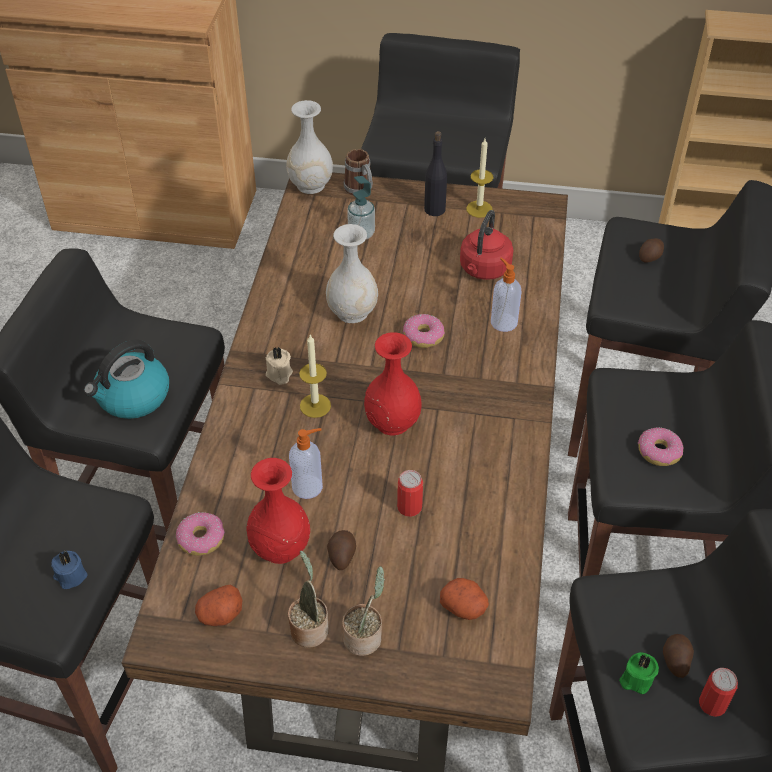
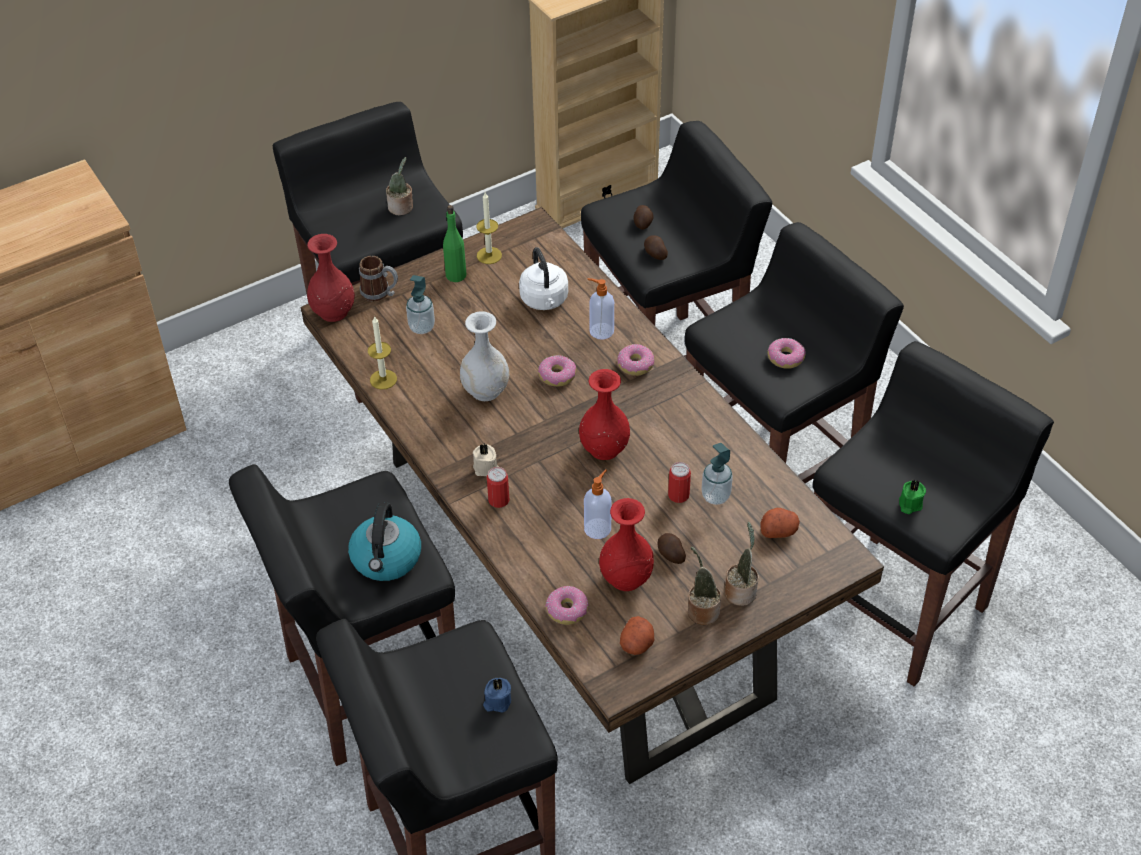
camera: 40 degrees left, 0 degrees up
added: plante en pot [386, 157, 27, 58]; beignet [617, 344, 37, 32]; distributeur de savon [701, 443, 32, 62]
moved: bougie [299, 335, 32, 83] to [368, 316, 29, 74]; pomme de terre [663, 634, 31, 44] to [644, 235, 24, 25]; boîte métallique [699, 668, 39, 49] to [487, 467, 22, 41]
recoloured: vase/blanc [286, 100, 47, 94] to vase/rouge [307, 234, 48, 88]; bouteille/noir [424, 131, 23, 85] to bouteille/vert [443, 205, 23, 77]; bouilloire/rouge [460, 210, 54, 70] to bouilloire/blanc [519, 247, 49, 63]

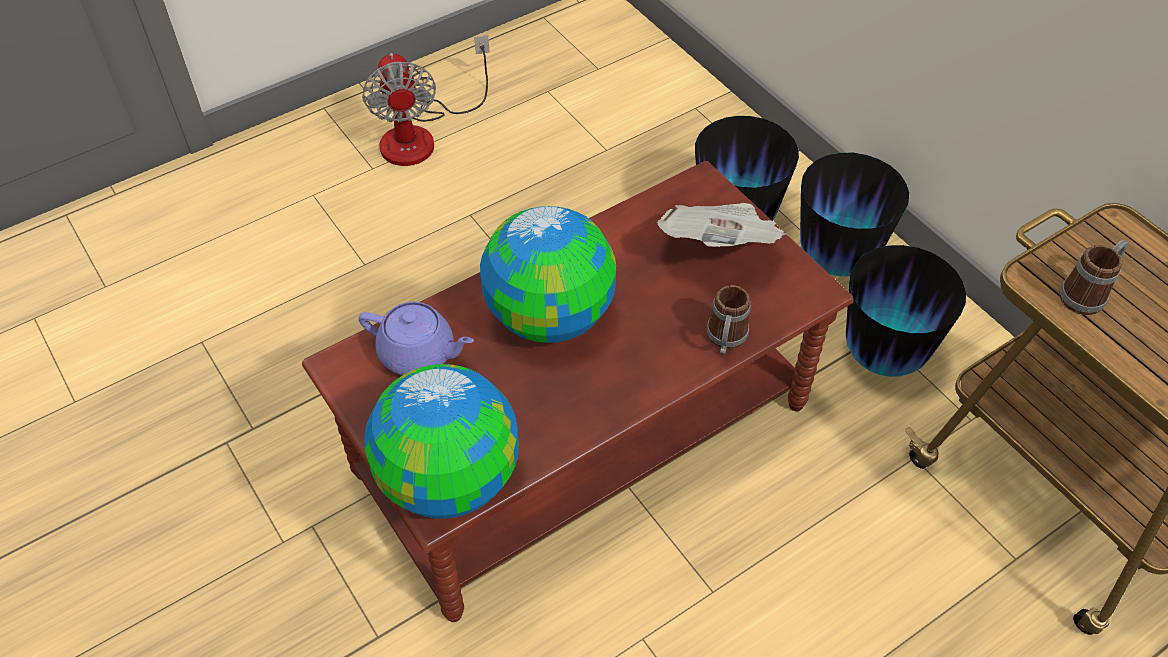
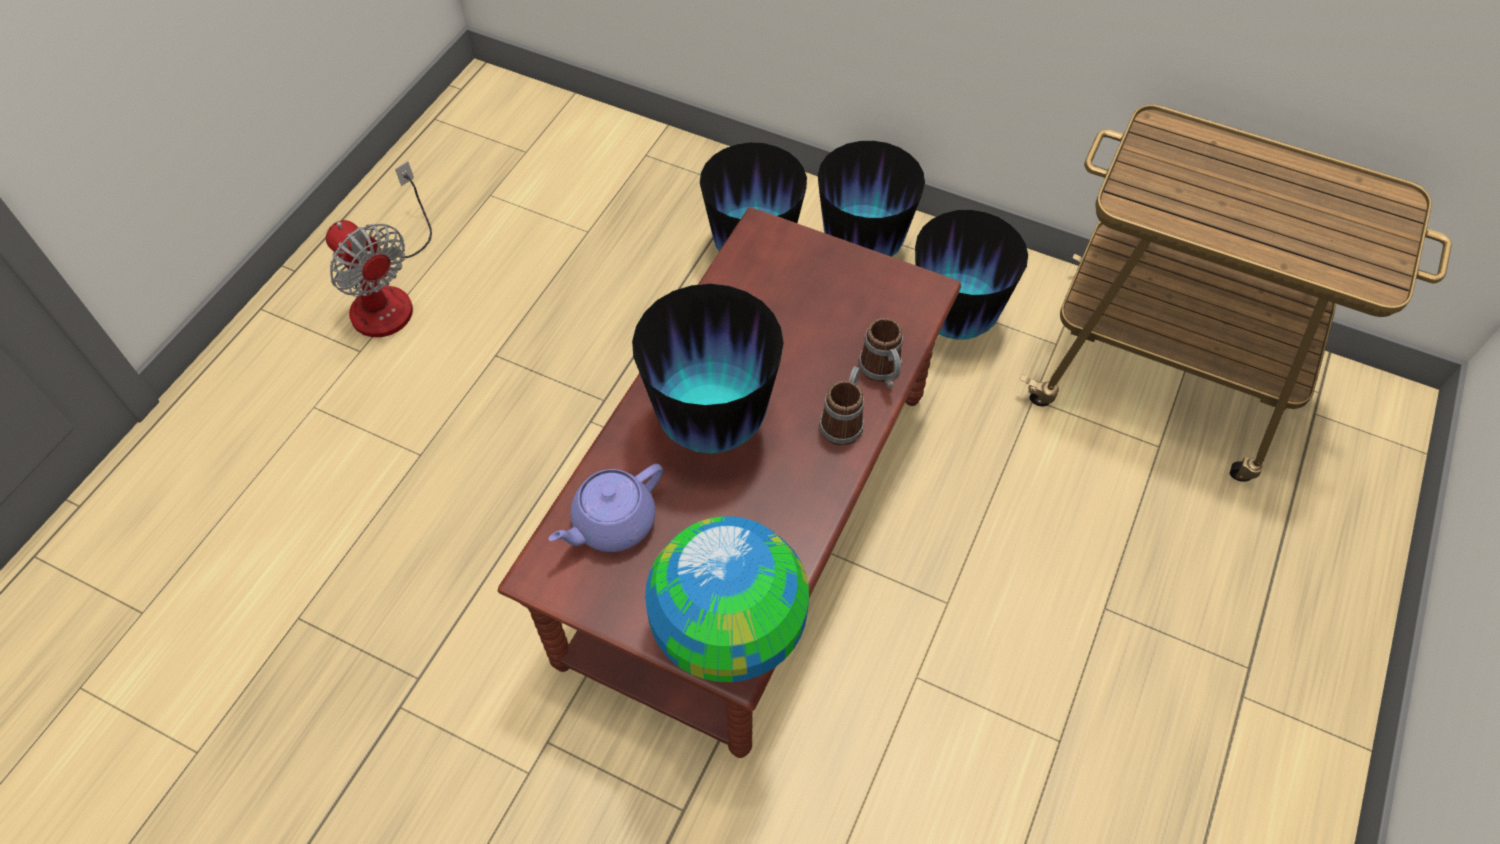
camera: 30 degrees left, 5 degrees up
removed: journal [657, 203, 129, 44]
moved: mug [1059, 239, 70, 76] to [819, 366, 45, 80]
replaced: globe [480, 206, 136, 137] to vase [632, 284, 152, 170]
turned: théière/violet [359, 302, 115, 73] = [549, 464, 114, 88] 150 degrees clockwise

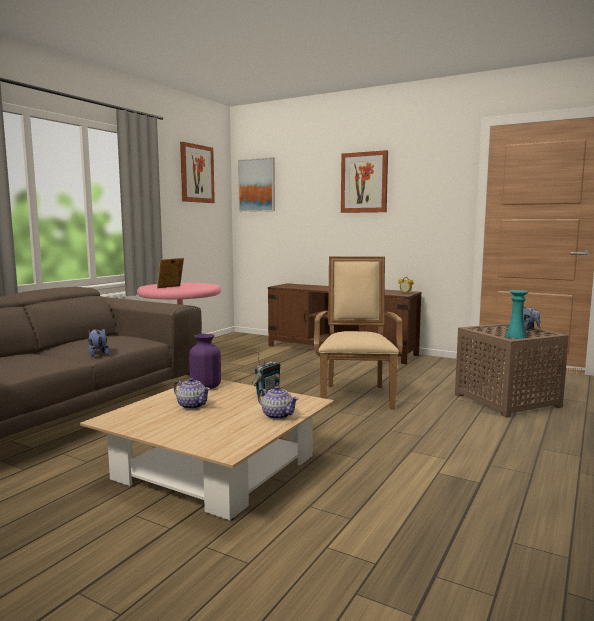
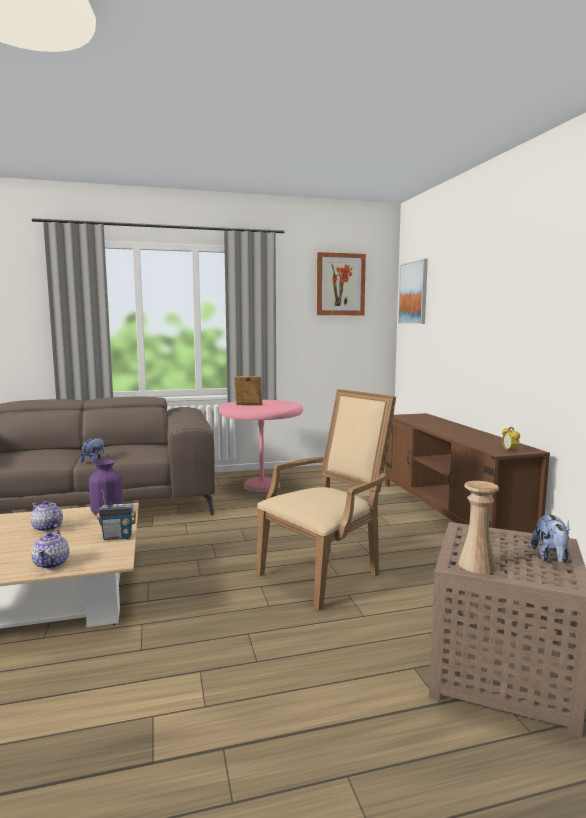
camera: 45 degrees right, 0 degrees up
removed: tableau [341, 150, 47, 63]
recoloured: vase/turquoise [506, 290, 23, 49] to vase/beige [458, 481, 41, 93]
turned: théière [174, 378, 36, 31] = [31, 500, 32, 32] 135 degrees clockwise

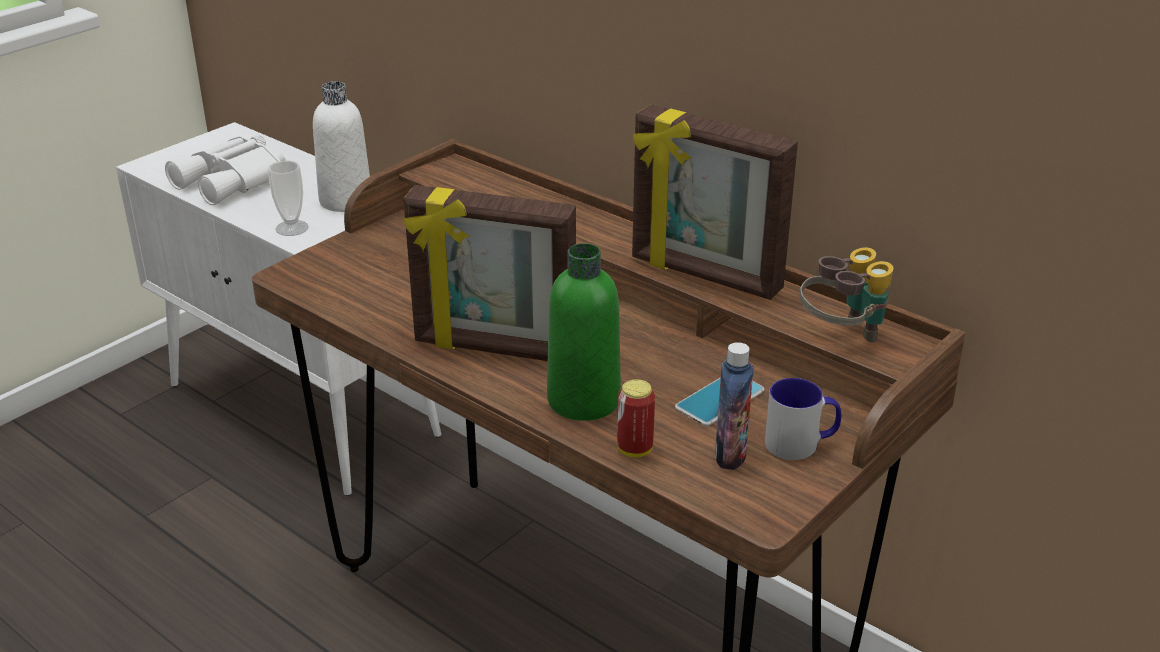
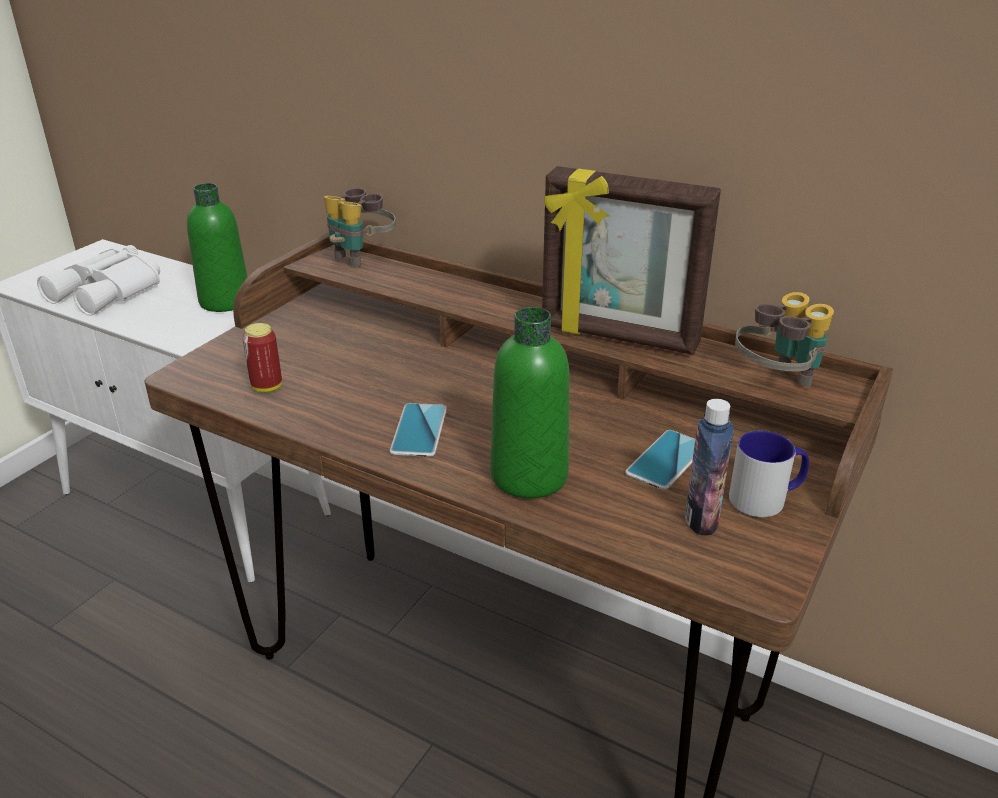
camera: 10 degrees left, 0 degrees up
removed: tasse [268, 161, 41, 75]
added: jumelles [324, 188, 72, 79]
moved: boîte métallique [617, 379, 38, 78] to [243, 323, 39, 69]
replaced: cadre photo [403, 185, 173, 176] to téléphone [390, 403, 57, 54]
recoloured: bouteille/blanc [313, 81, 57, 131] to bouteille/vert [187, 183, 61, 129]

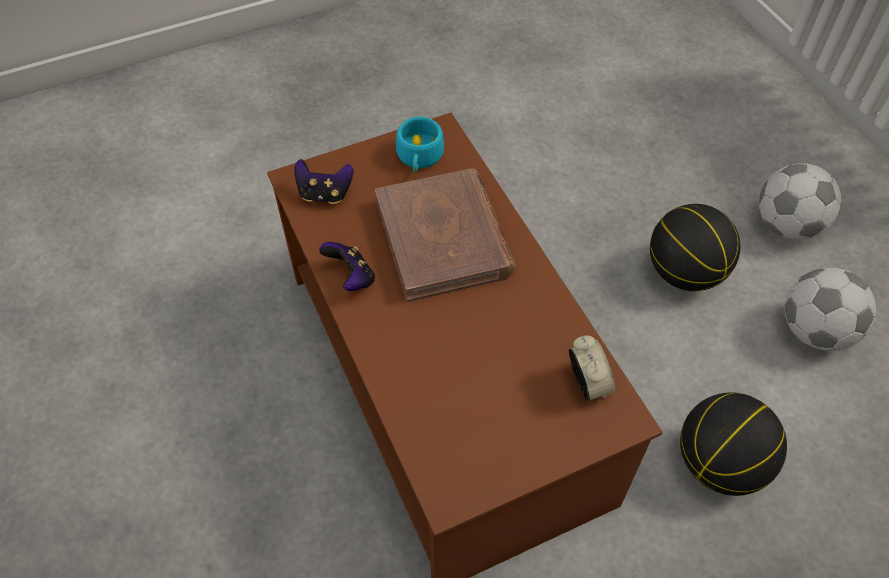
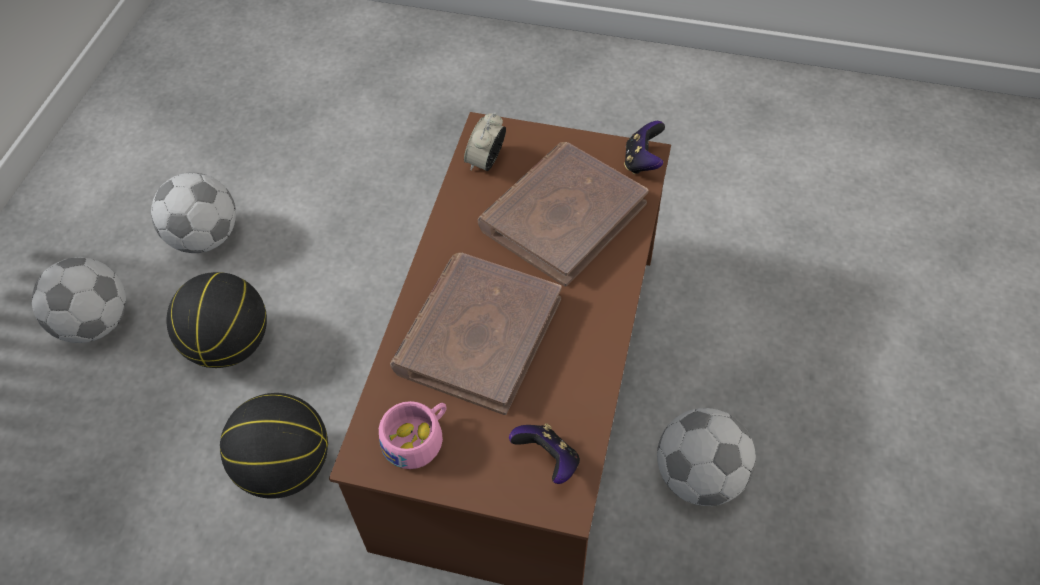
camera: 140 degrees left, 0 degrees up
added: livre/marron [478, 142, 171, 145]; ballon de foot [657, 408, 99, 98]
moved: manette [319, 242, 56, 49] to [624, 121, 41, 53]; ballon de basket [680, 392, 107, 104] to [220, 393, 108, 106]
recoloured: tasse/turquoise [396, 117, 48, 55] to tasse/rose [379, 401, 68, 68]

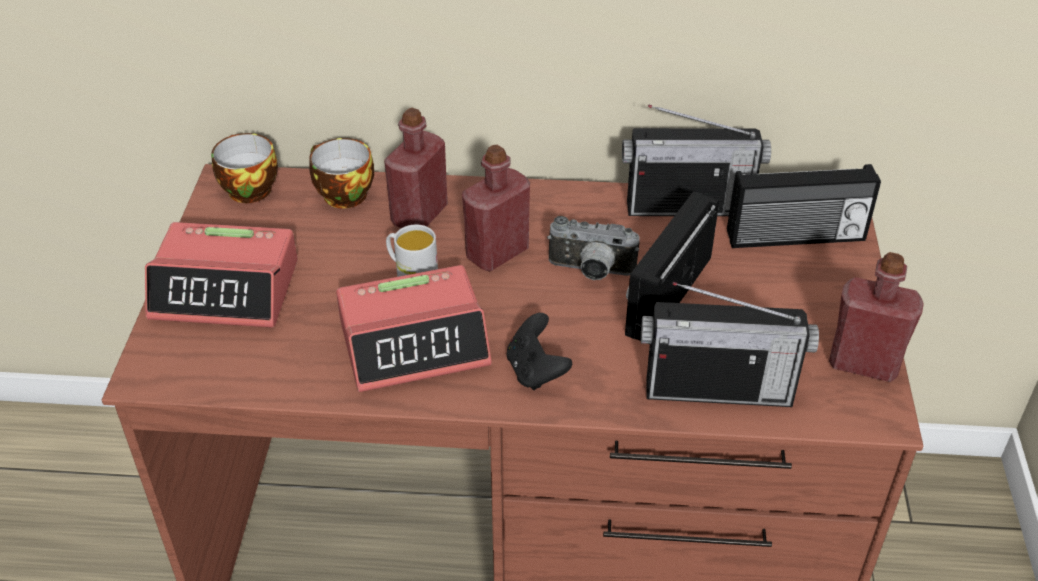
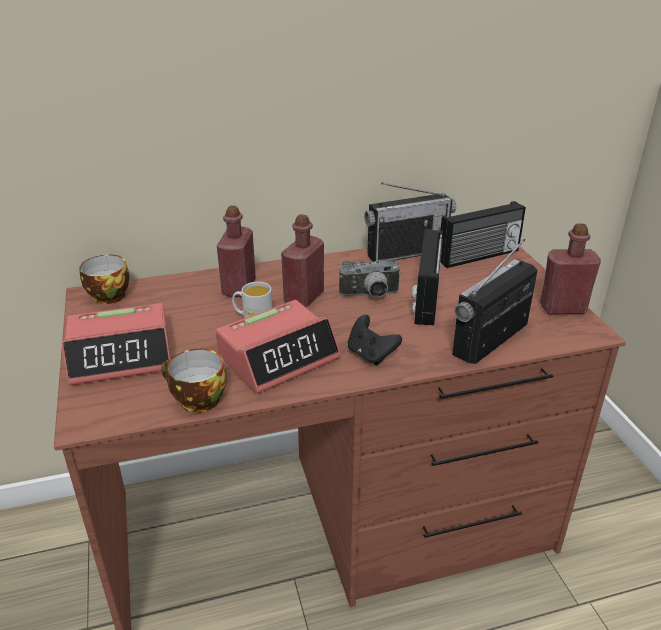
camera: 20 degrees left, 10 degrees down
moved: tasse [309, 138, 65, 70] to [161, 349, 66, 64]
turned: radio [641, 282, 178, 125] = [452, 239, 85, 125] 150 degrees clockwise

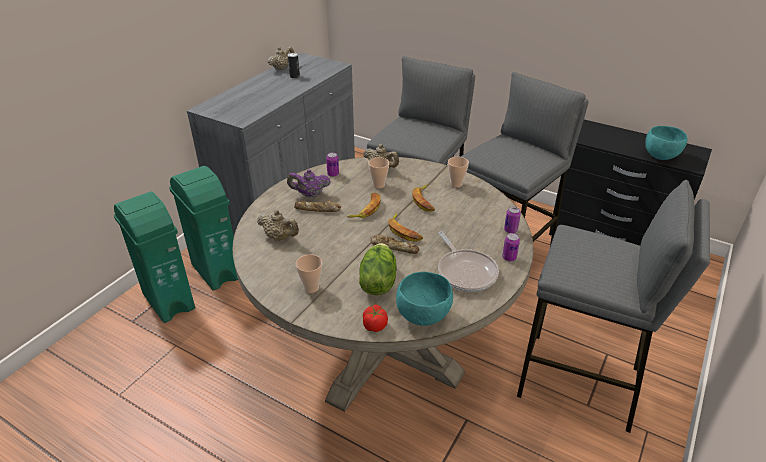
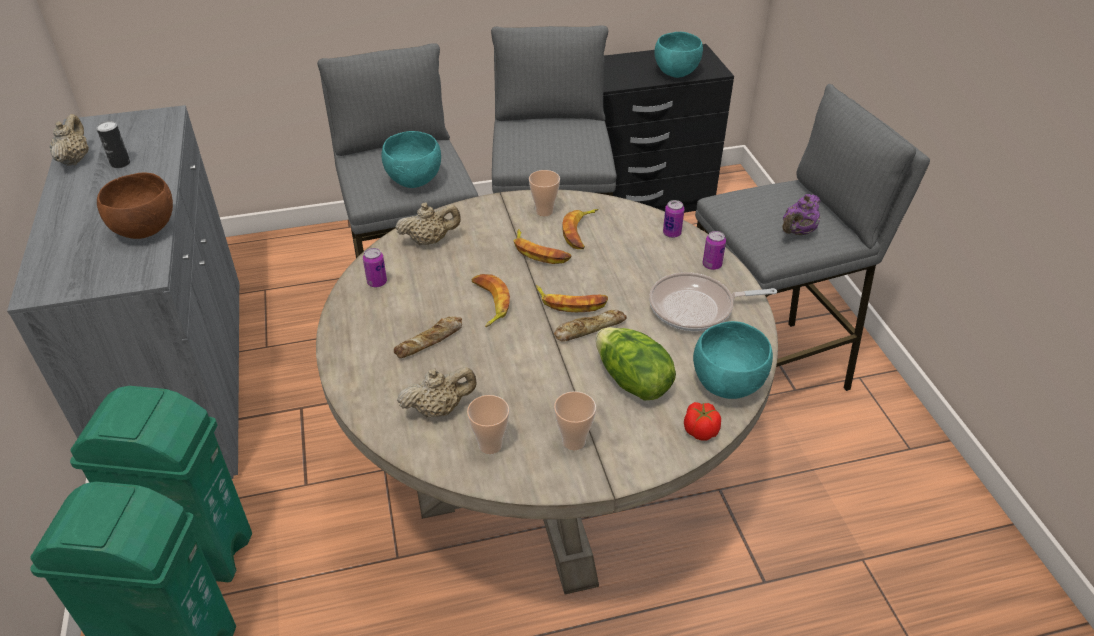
camera: 45 degrees left, 5 degrees up
added: bol/turquoise [382, 131, 59, 57]; bol/marron [97, 173, 76, 66]; banane [562, 209, 37, 40]
moved: tasse [368, 157, 21, 32] to [467, 395, 42, 59]; théière/violet [287, 169, 44, 28] to [783, 194, 37, 42]
turned: poêle [438, 231, 61, 61] = [649, 272, 128, 59] 150 degrees clockwise

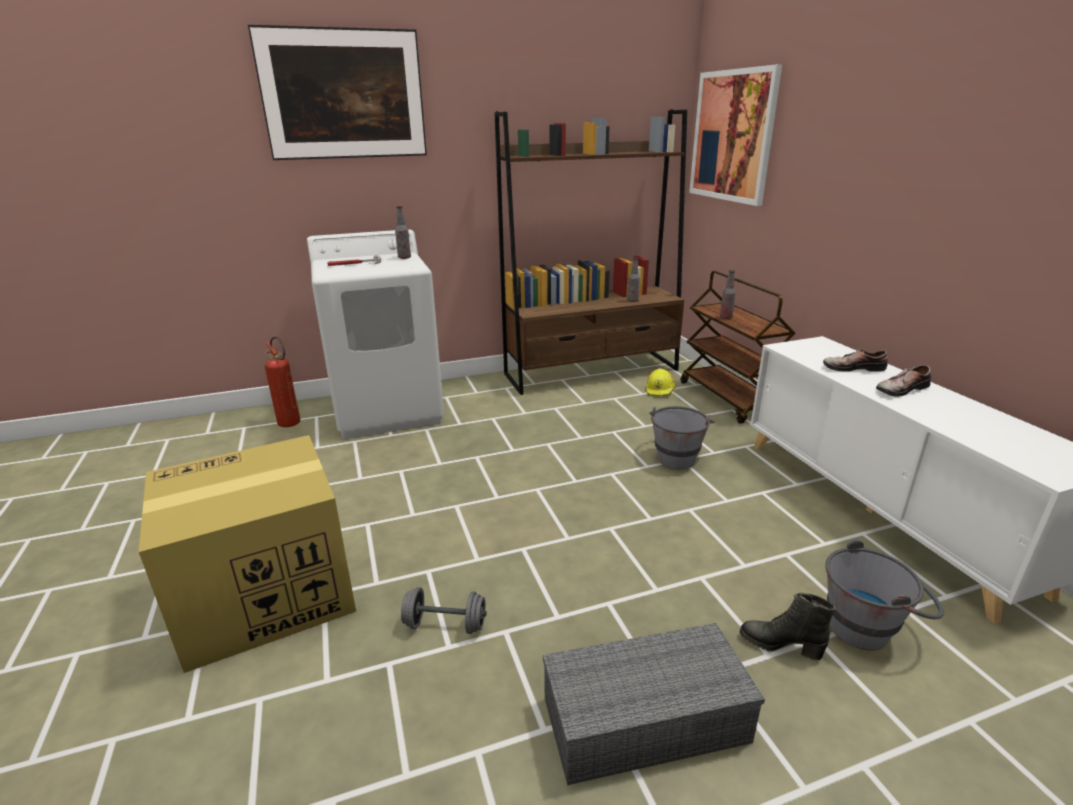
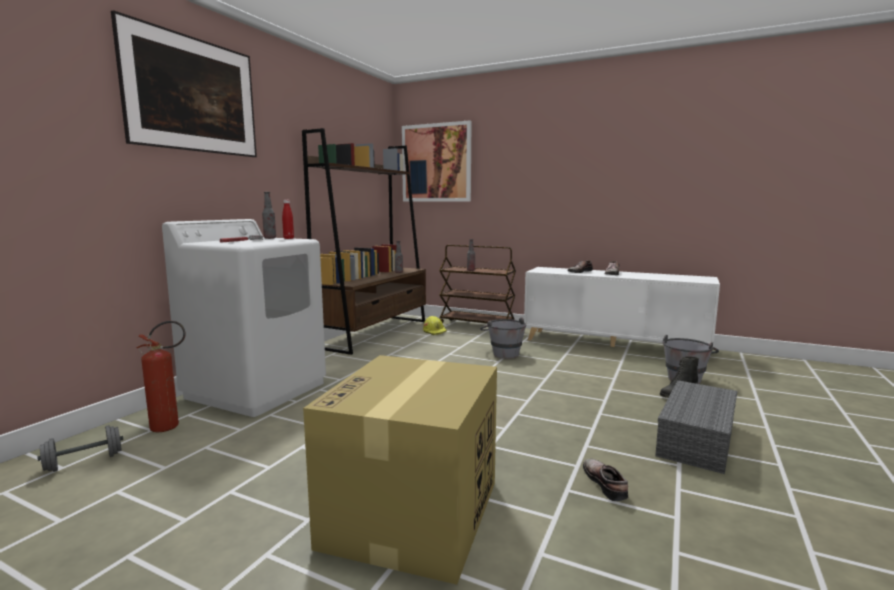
camera: 45 degrees left, 15 degrees down
added: bouteille/rouge [282, 200, 12, 39]; chaussure [583, 459, 45, 42]
moved: haltère/gris [401, 587, 86, 47] to [37, 425, 86, 47]

